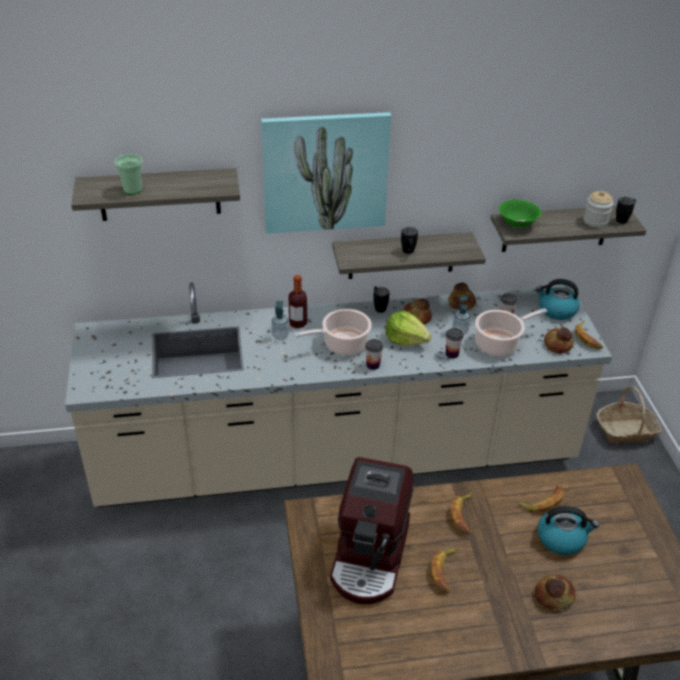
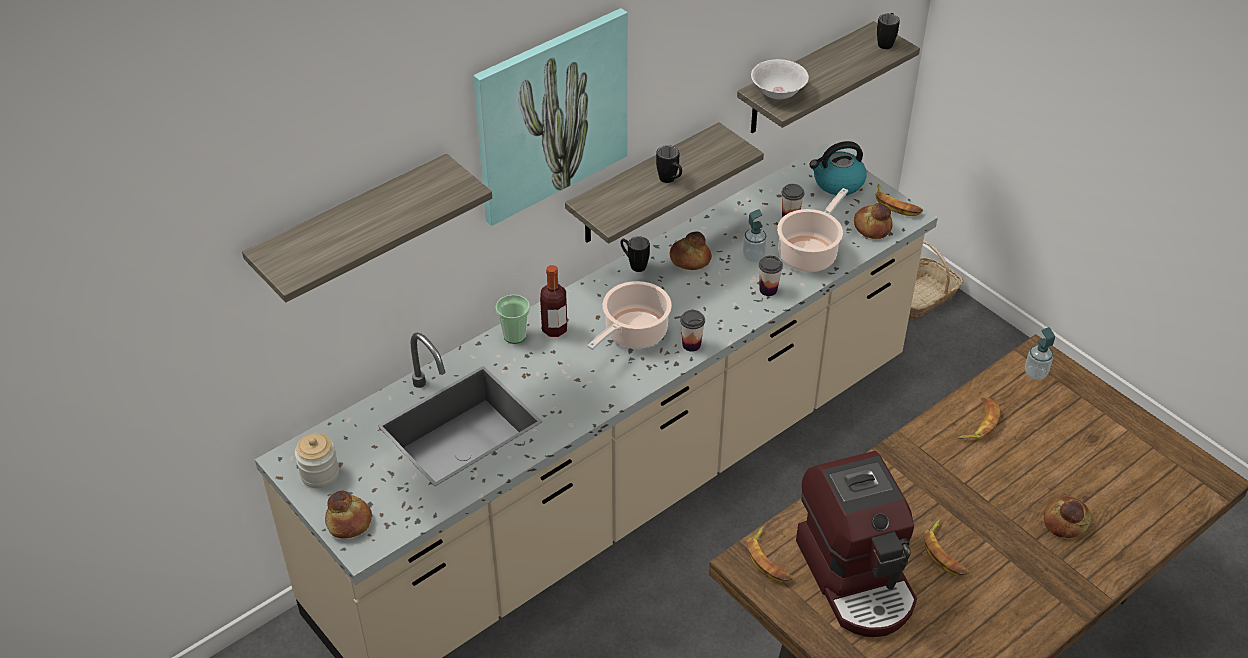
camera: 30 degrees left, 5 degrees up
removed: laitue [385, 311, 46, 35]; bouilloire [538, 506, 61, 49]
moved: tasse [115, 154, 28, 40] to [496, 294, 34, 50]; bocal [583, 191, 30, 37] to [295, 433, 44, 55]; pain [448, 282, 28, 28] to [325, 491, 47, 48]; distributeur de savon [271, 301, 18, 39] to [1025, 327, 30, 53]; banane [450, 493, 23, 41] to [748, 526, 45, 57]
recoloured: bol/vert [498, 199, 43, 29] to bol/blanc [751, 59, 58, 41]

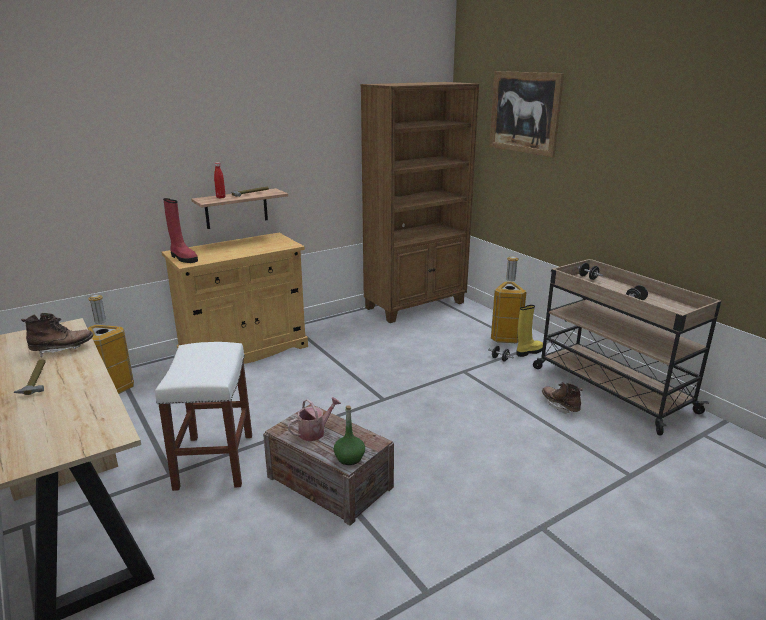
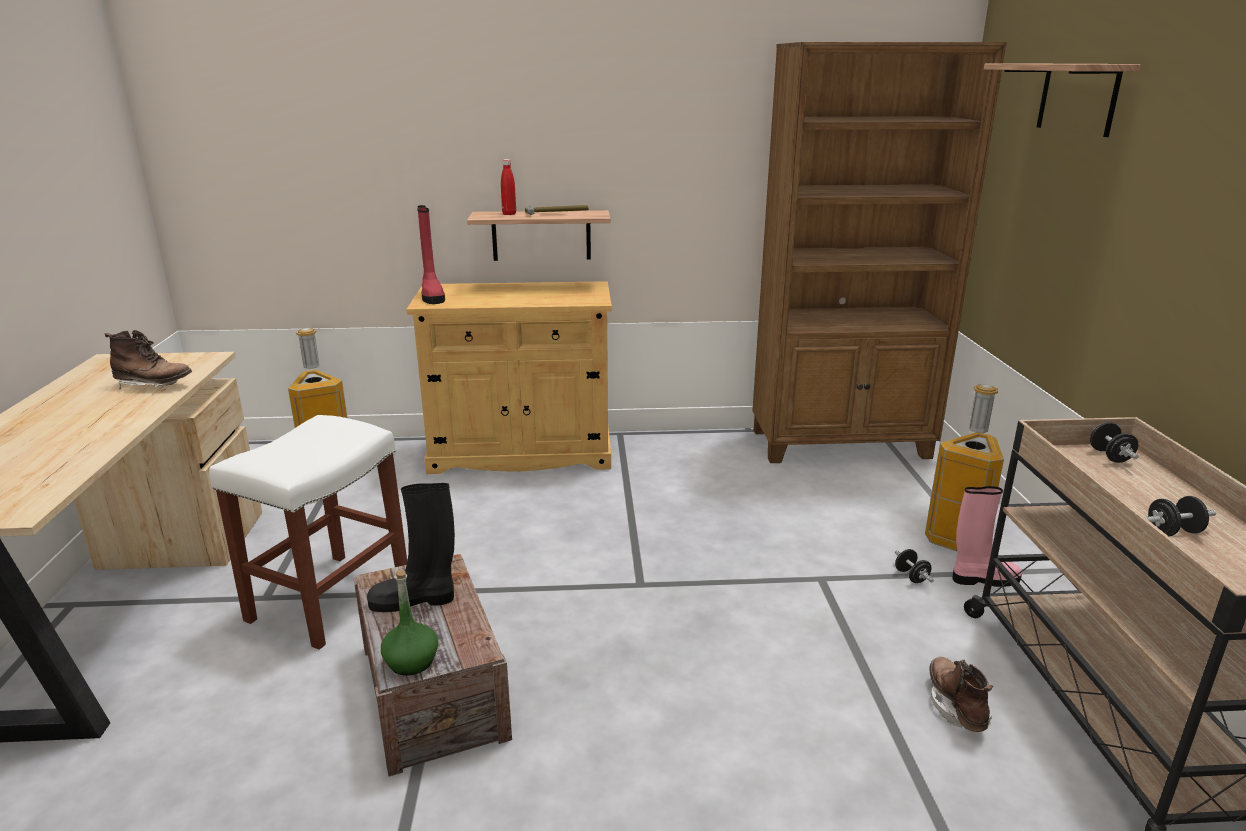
camera: 30 degrees right, 0 degrees up
removed: marteau [14, 359, 32, 36]
replaced: tableau [489, 71, 75, 87] to étagère [984, 64, 157, 73]; arrosoir [288, 397, 53, 44] to botte/noir [367, 483, 88, 129]
recoloured: botte/jaune [517, 305, 26, 52] to botte/rose [952, 486, 70, 101]

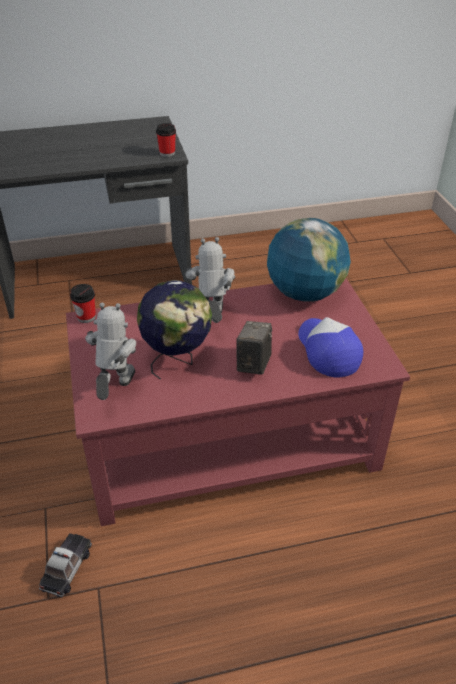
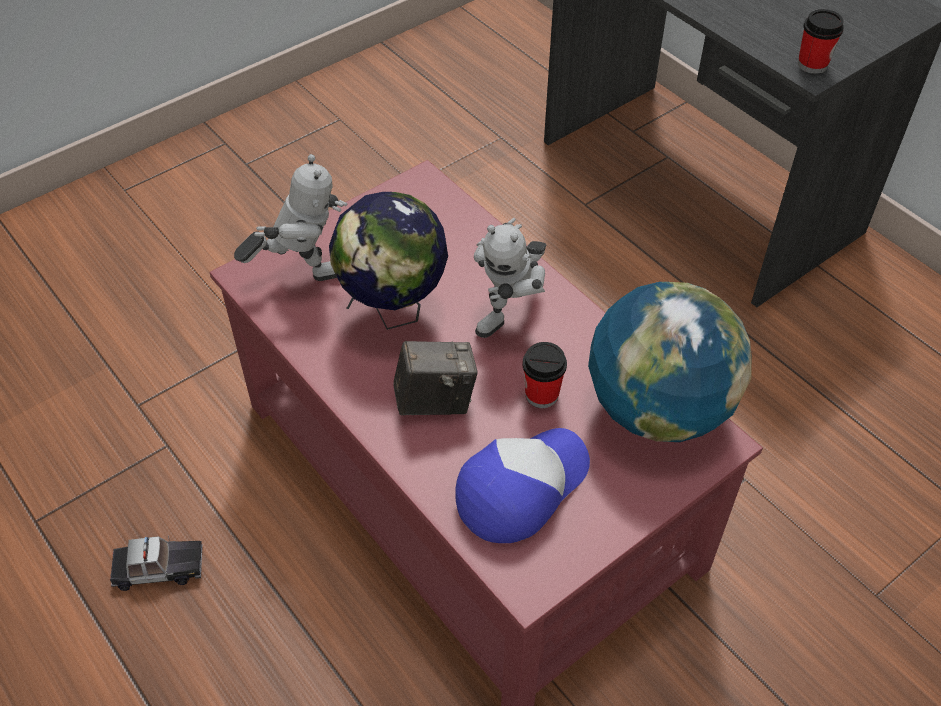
camera: 65 degrees right, 10 degrees up
moved: tasse [70, 284, 26, 39] to [522, 342, 45, 66]; petite voiture [39, 533, 53, 64] to [110, 536, 93, 55]
turned: robot jouet [185, 237, 50, 86] = [474, 218, 72, 120] 150 degrees clockwise

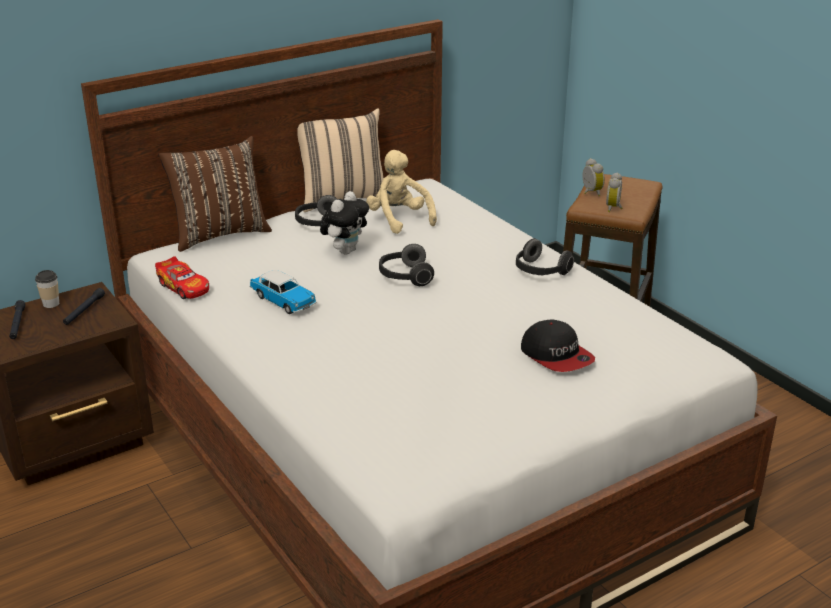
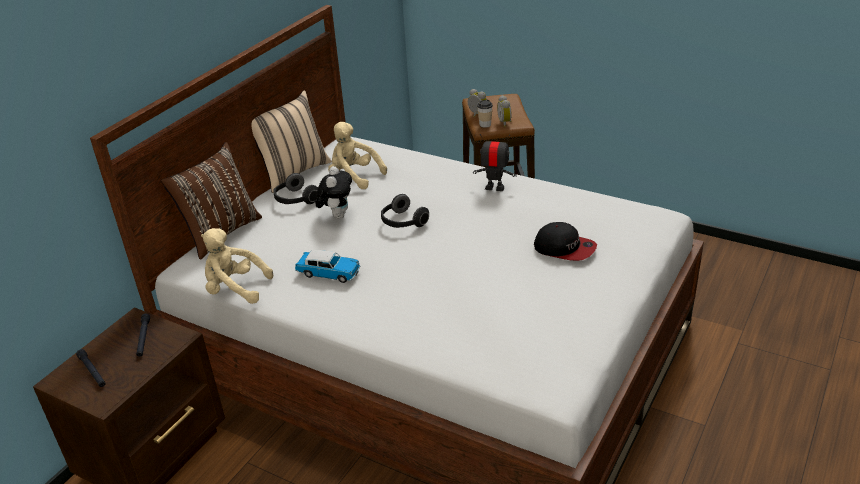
camera: 25 degrees left, 5 degrees up
moved: tasse [35, 270, 24, 38] to [477, 100, 16, 28]
replaced: casque audio [516, 238, 58, 37] to robot jouet [473, 134, 44, 57]; petite voiture [155, 256, 54, 43] to peluche/beige [201, 228, 72, 76]

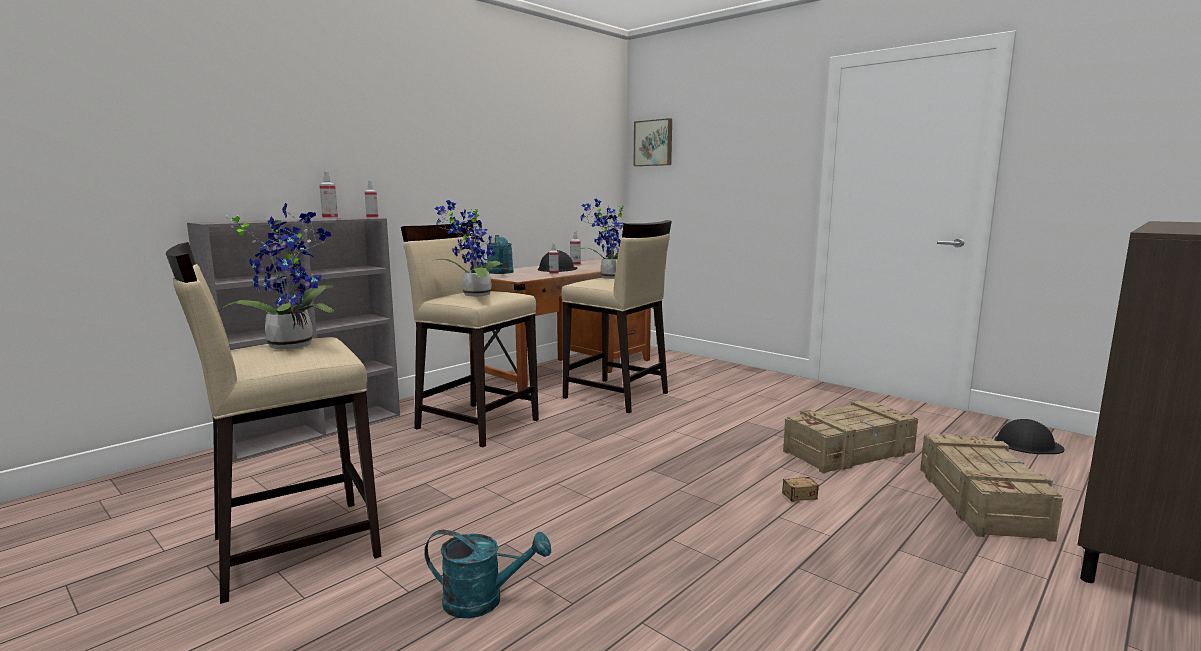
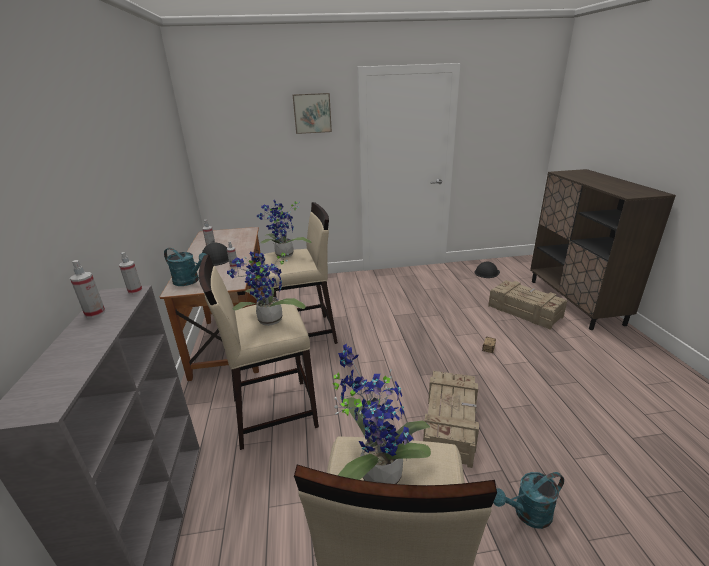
camera: 50 degrees left, 15 degrees up
moved: tableau [634, 118, 38, 48] to [293, 93, 39, 41]; caisse [783, 401, 135, 73] to [423, 371, 56, 97]
turned: arrosoir/turquoise [425, 530, 126, 88] = [493, 472, 71, 57] 150 degrees counterclockwise

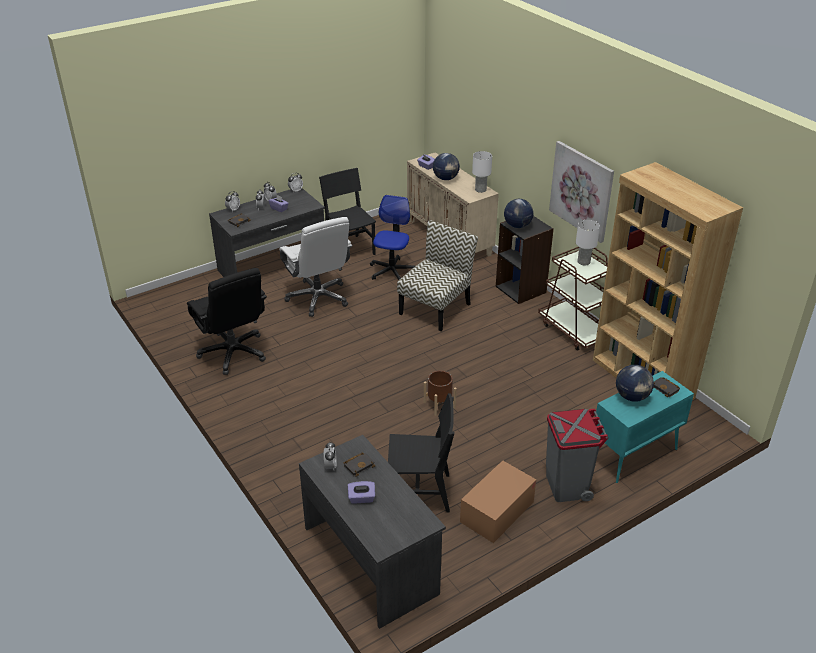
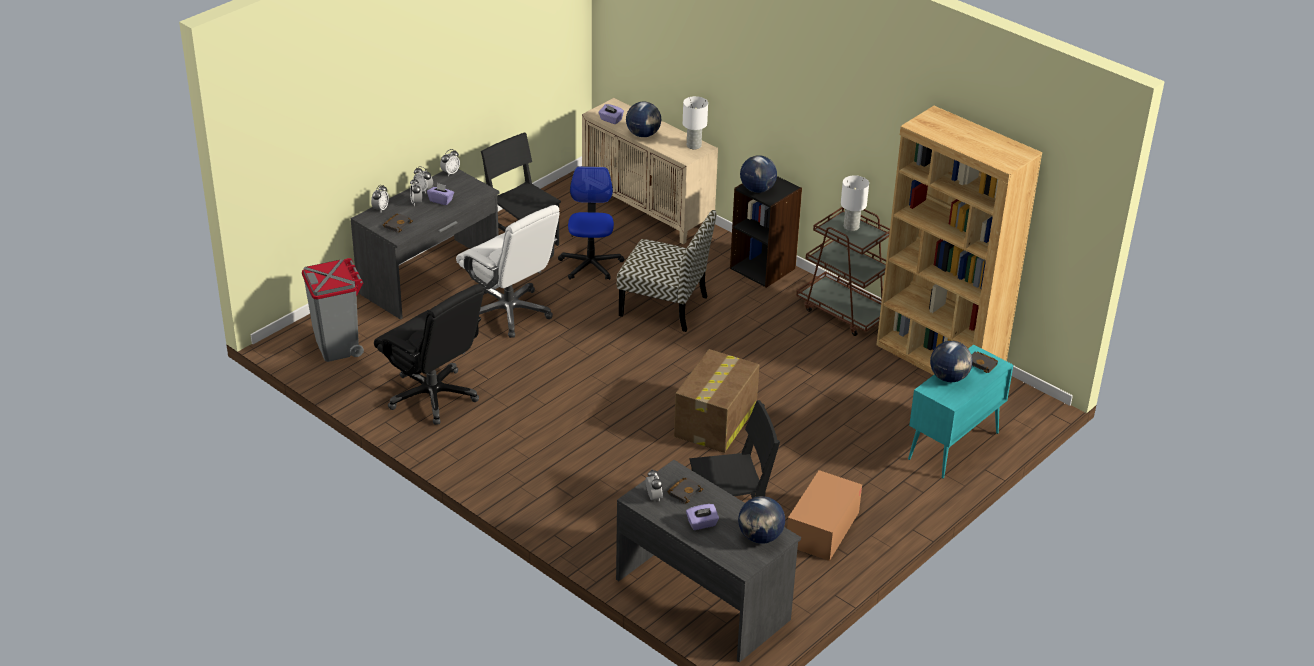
camera: 15 degrees left, 0 degrees up
removed: tableau [549, 141, 65, 102]
added: globe [738, 496, 47, 48]
moved: poubelle/gris [546, 409, 62, 93] to [302, 258, 62, 104]
replaced: cache-pot/marron [424, 371, 33, 45] to carton [674, 349, 85, 104]
turned: chaise [397, 220, 81, 111] = [617, 210, 99, 122] 90 degrees clockwise

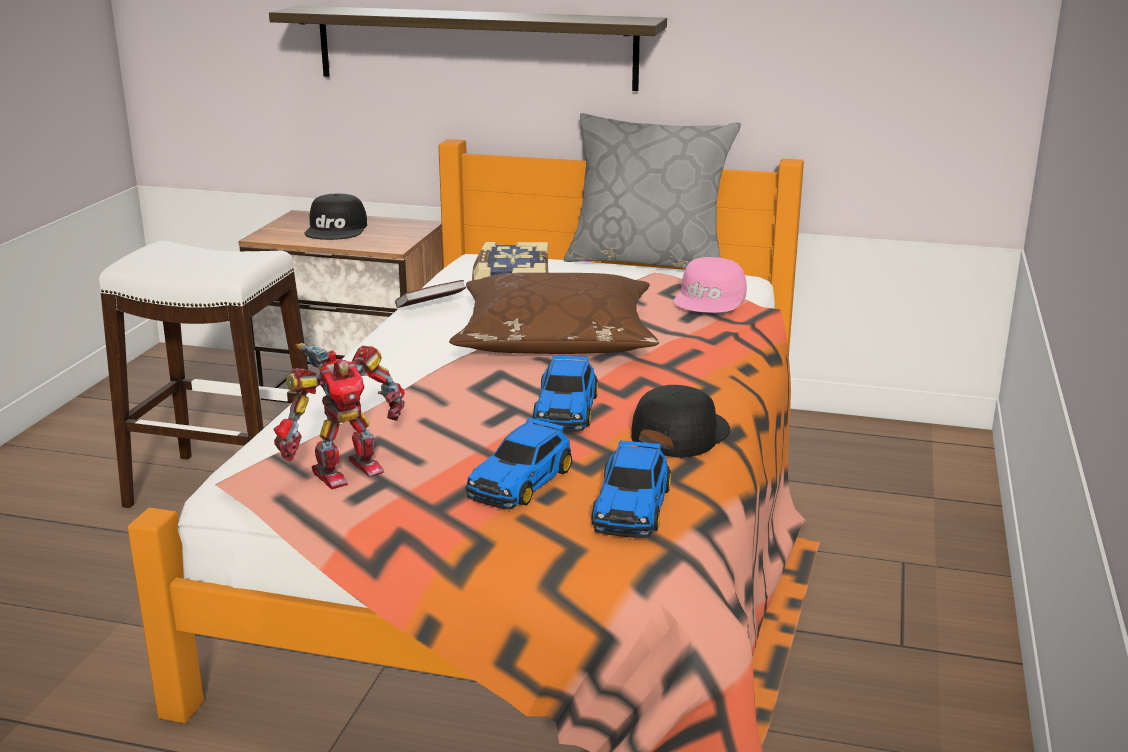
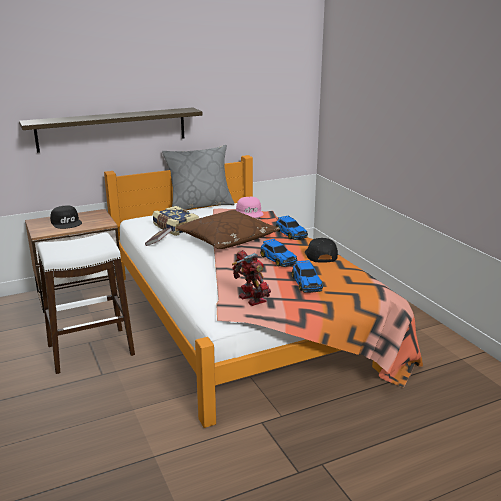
camera: 40 degrees left, 0 degrees up
moved: petite voiture [591, 440, 80, 98] to [276, 215, 32, 25]
turned: robot jouet [274, 343, 130, 147] = [232, 250, 39, 56] 45 degrees counterclockwise

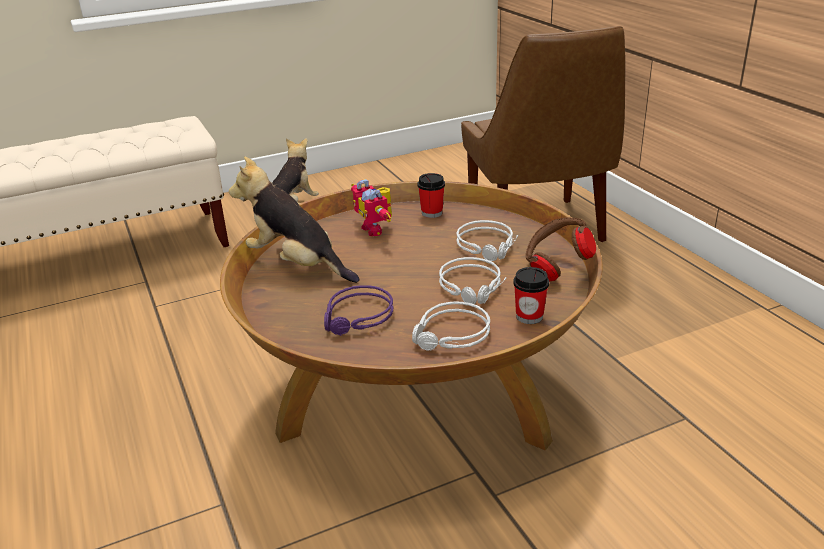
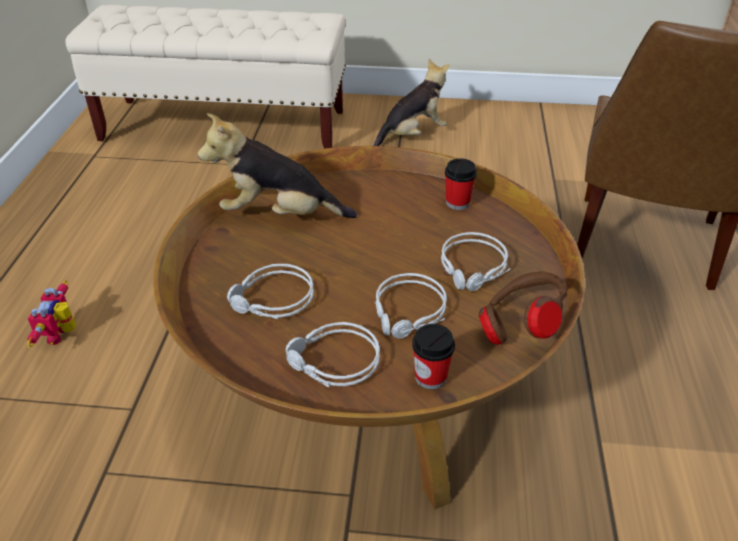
camera: 30 degrees right, 10 degrees up
moved: robot jouet [351, 179, 41, 58] to [27, 281, 49, 66]
recoloured: casque audio/violet [324, 285, 69, 51] to casque audio/gris [227, 264, 87, 55]
turned: peluche [229, 156, 131, 127] = [198, 113, 159, 105] 60 degrees counterclockwise

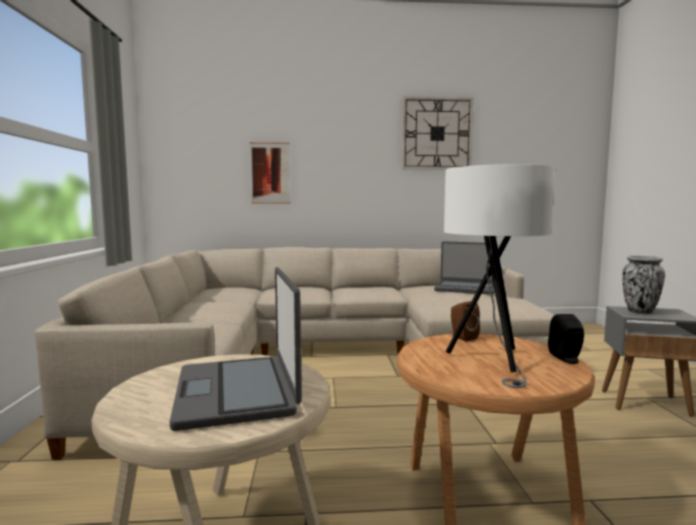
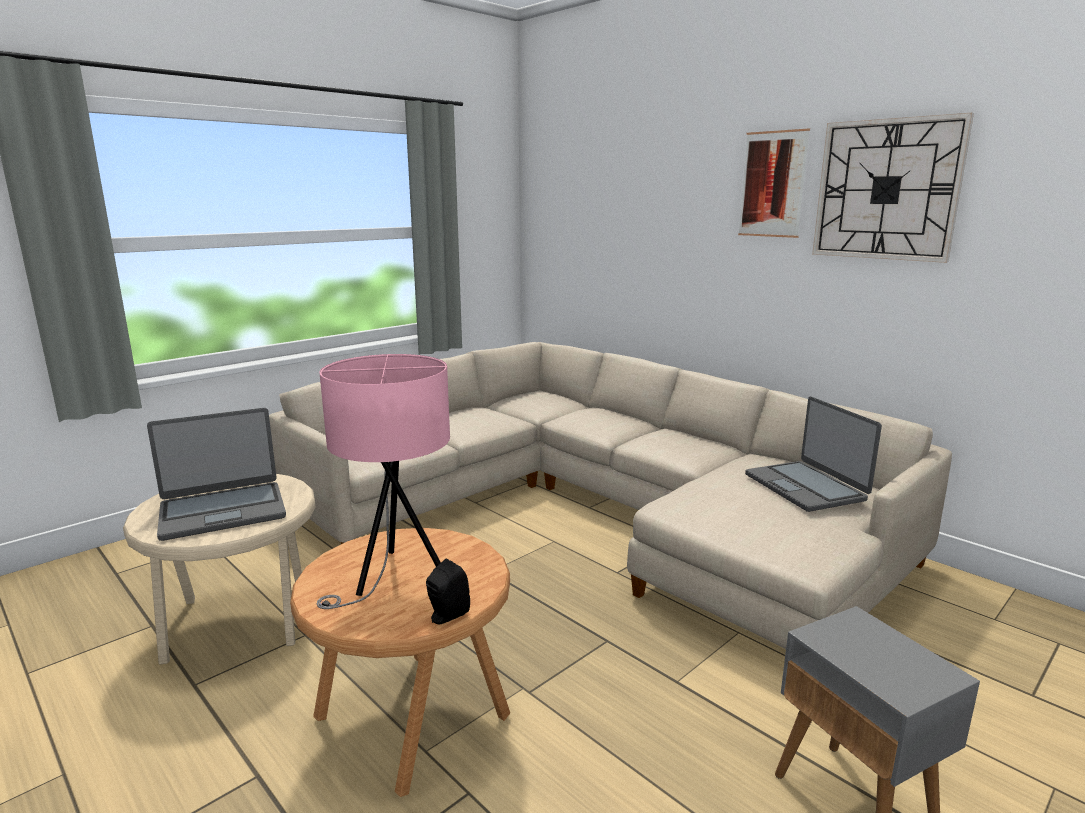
camera: 50 degrees right, 10 degrees up
removed: vase [622, 256, 43, 58]; enceinte/marron [451, 301, 29, 40]
moved: tableau [250, 142, 41, 62] to [738, 128, 72, 110]
recoloured: lampe de table/blanc [444, 164, 111, 224] to lampe de table/rose [317, 354, 133, 255]
turned: ordinateur portable [170, 267, 132, 164] = [147, 408, 139, 133] 150 degrees counterclockwise

